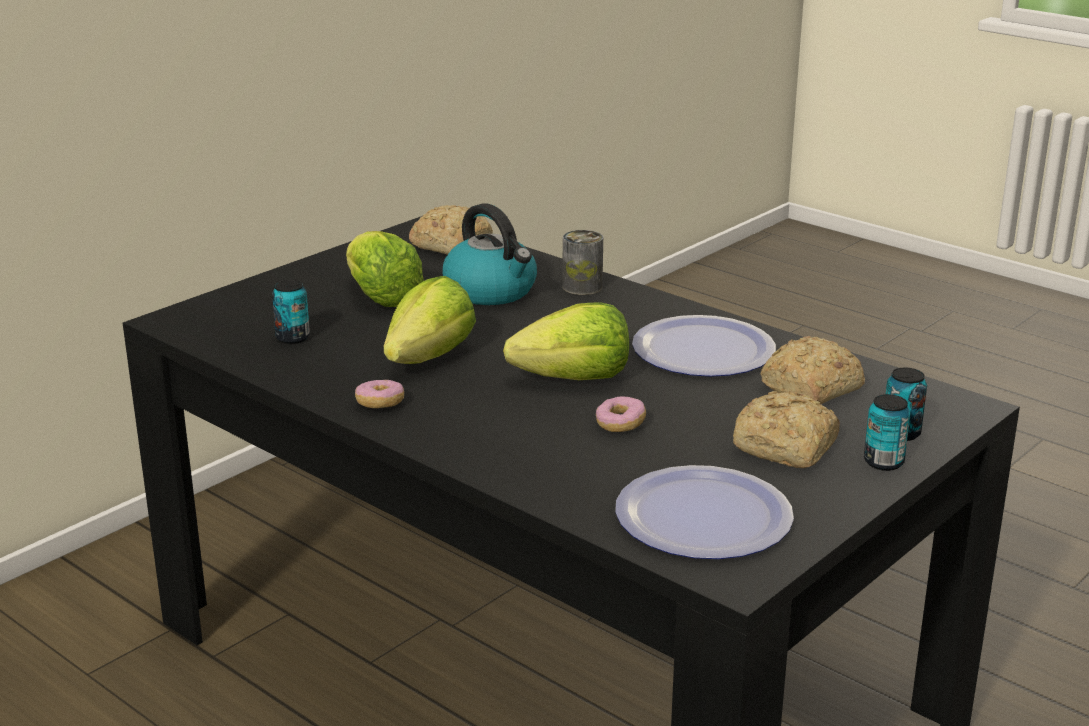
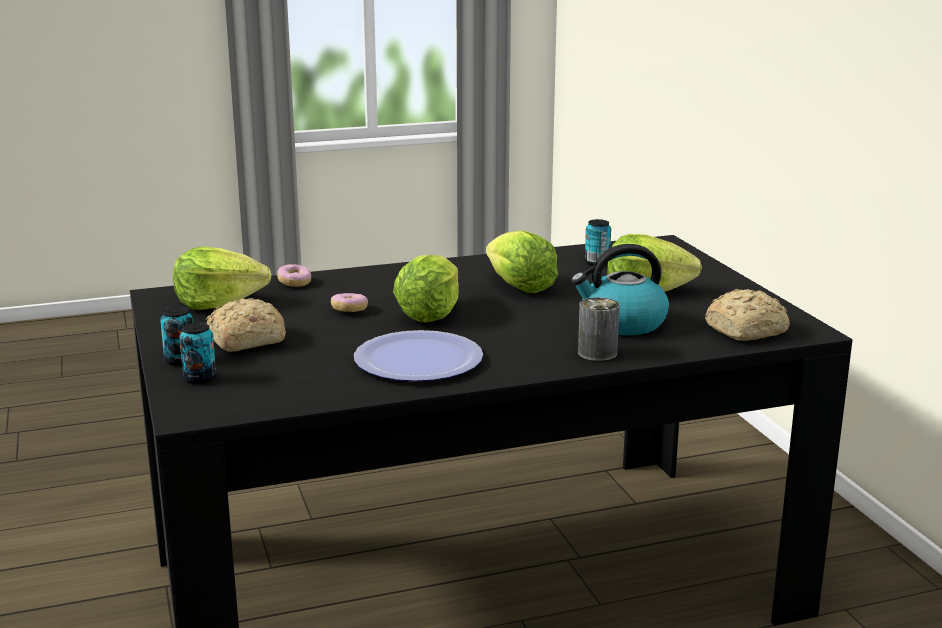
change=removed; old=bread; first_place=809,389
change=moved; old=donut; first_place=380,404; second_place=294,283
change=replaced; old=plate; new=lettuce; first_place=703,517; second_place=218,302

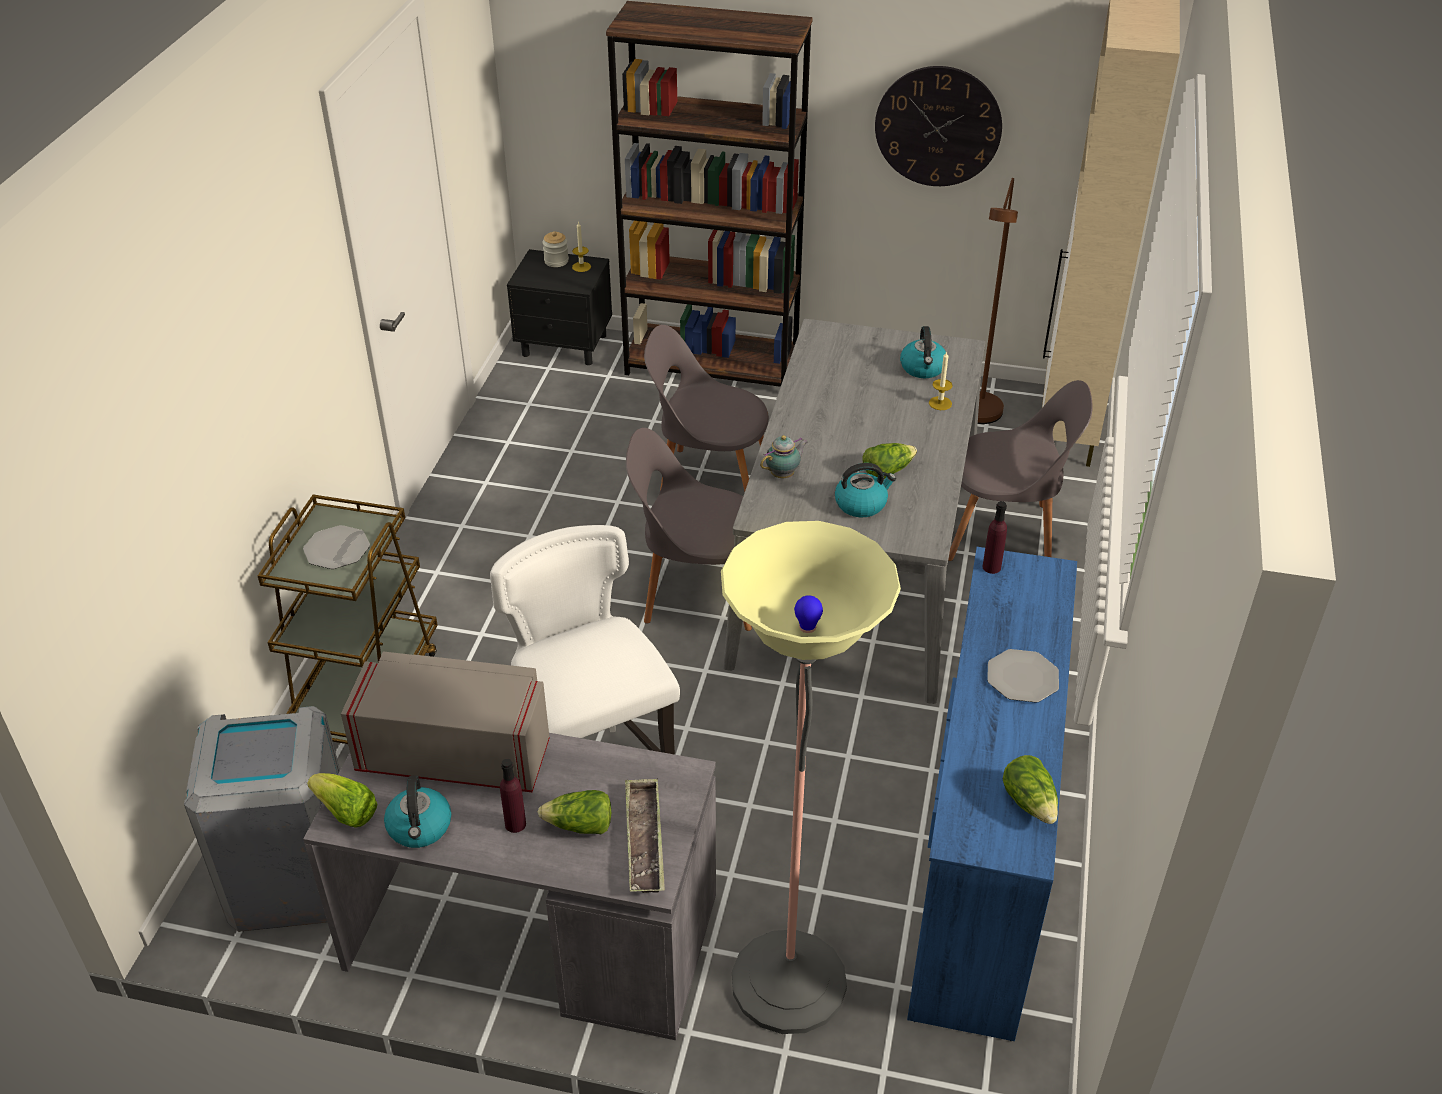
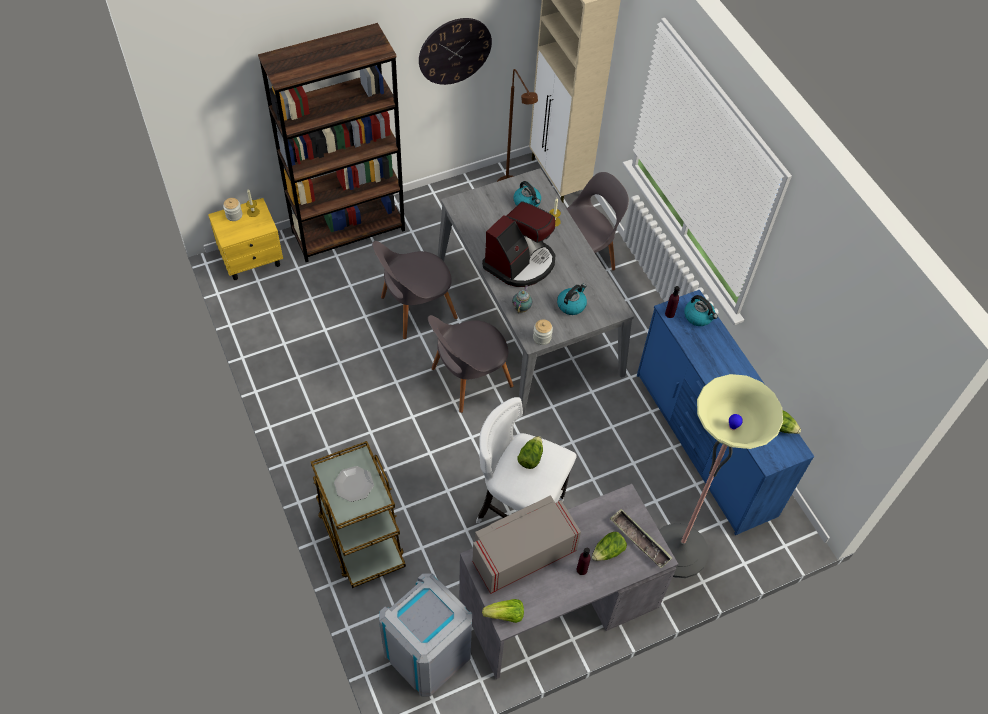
change=removed; old=plate; first_place=1022,677
change=added; new=coffee machine; second_place=520,262
change=added; new=jar; second_place=542,337
change=moved; old=kettle; first_place=420,828; second_place=699,316
change=moved; old=lettuce; first_place=887,471; second_place=530,457
change=recoloured; old=black nightstand; new=yellow nightstand; first_place=565,345; second_place=252,259

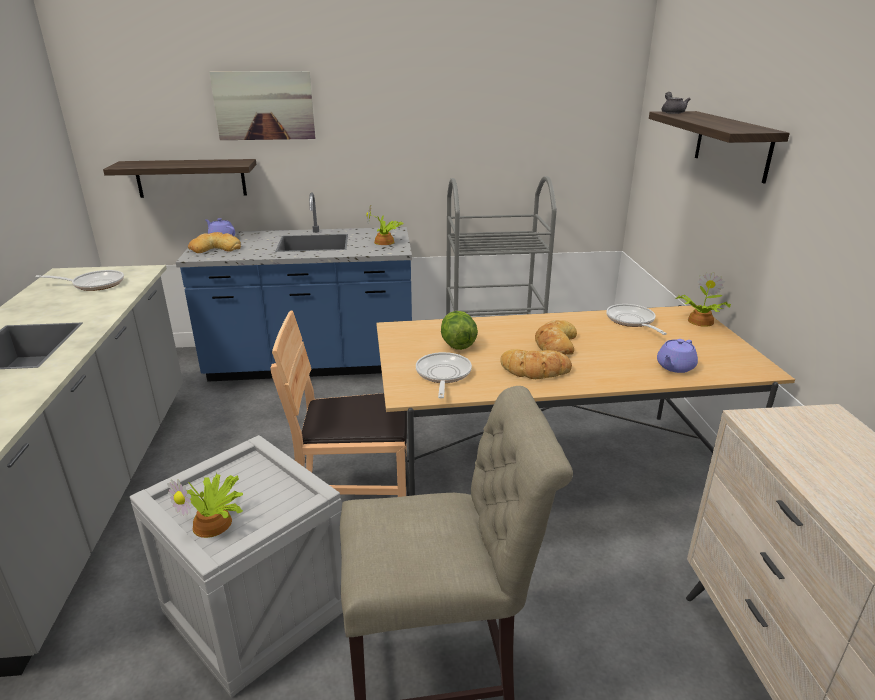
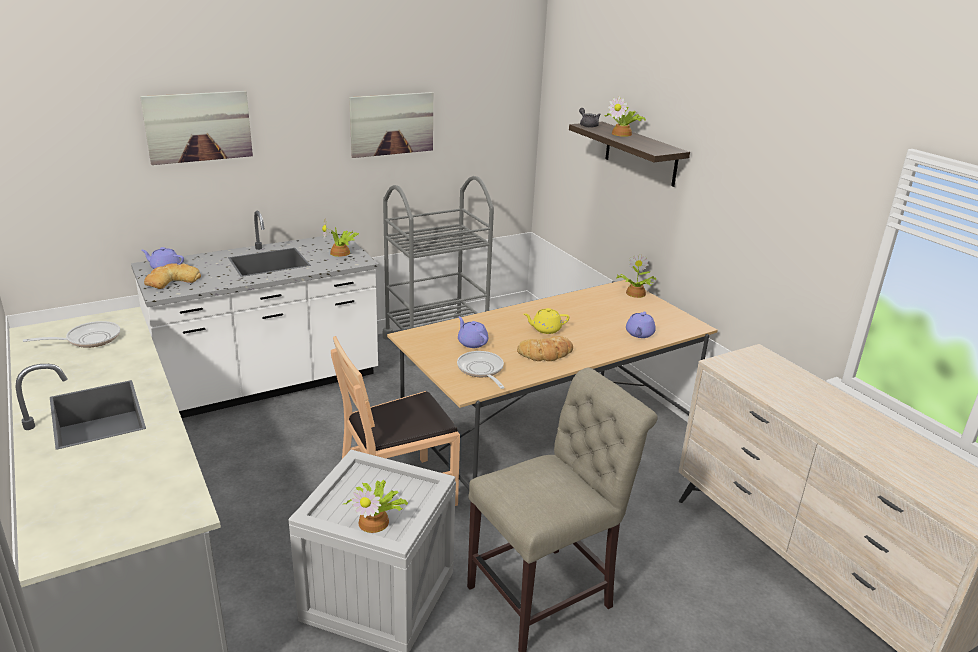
change=removed; old=shelf; first_place=191,178
change=removed; old=frying pan; first_place=632,321
change=added; new=picture; second_place=392,124
change=added; new=potted plant; second_place=623,134
change=replaced; old=lettuce; new=purple teapot; first_place=457,344; second_place=472,342
change=replaced; old=bread; new=yellow teapot; first_place=555,344; second_place=545,329
change=recoloured; old=blue counter; new=white counter; first_place=313,364; second_place=268,383

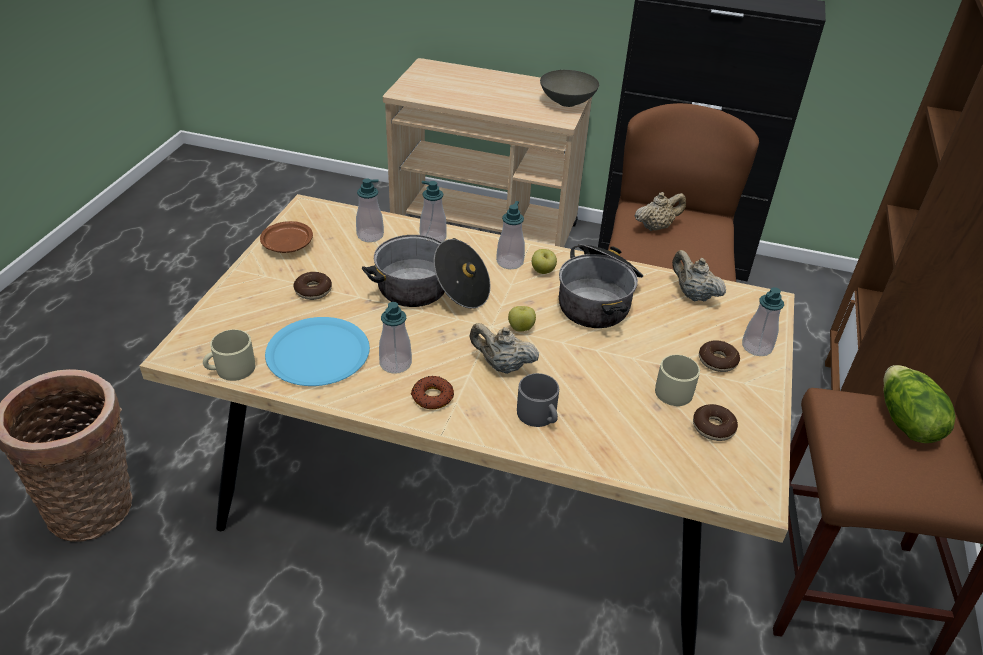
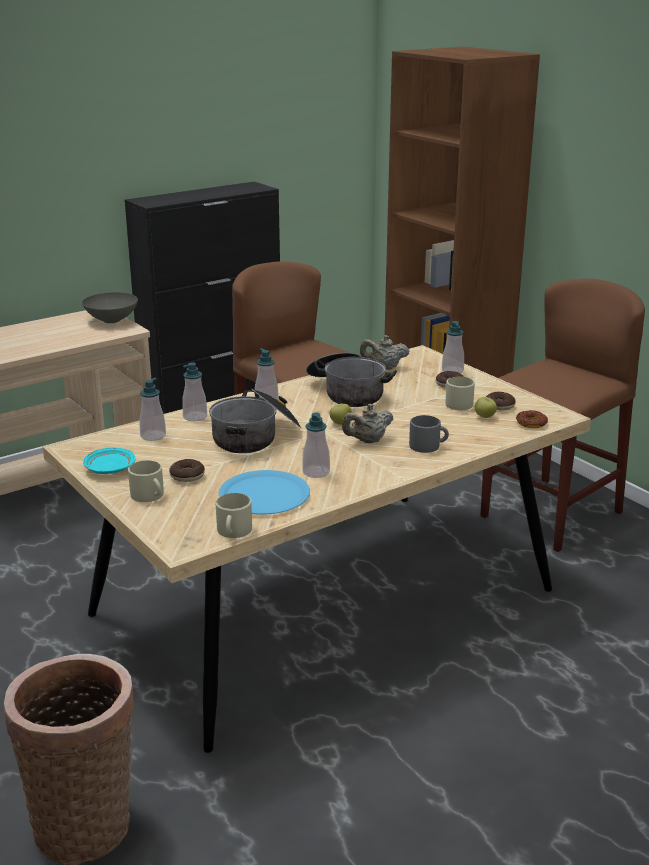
change=removed; old=beige teapot; first_place=656,227
change=removed; old=lettuce; first_place=905,422
change=added; new=beige mug; second_place=149,496
change=moved; old=donut; first_place=432,397; second_place=531,423
change=moved; old=apple; first_place=543,271; second_place=485,417
change=recoloured; old=brown plate; new=turquoise plate; first_place=287,245; second_place=109,469

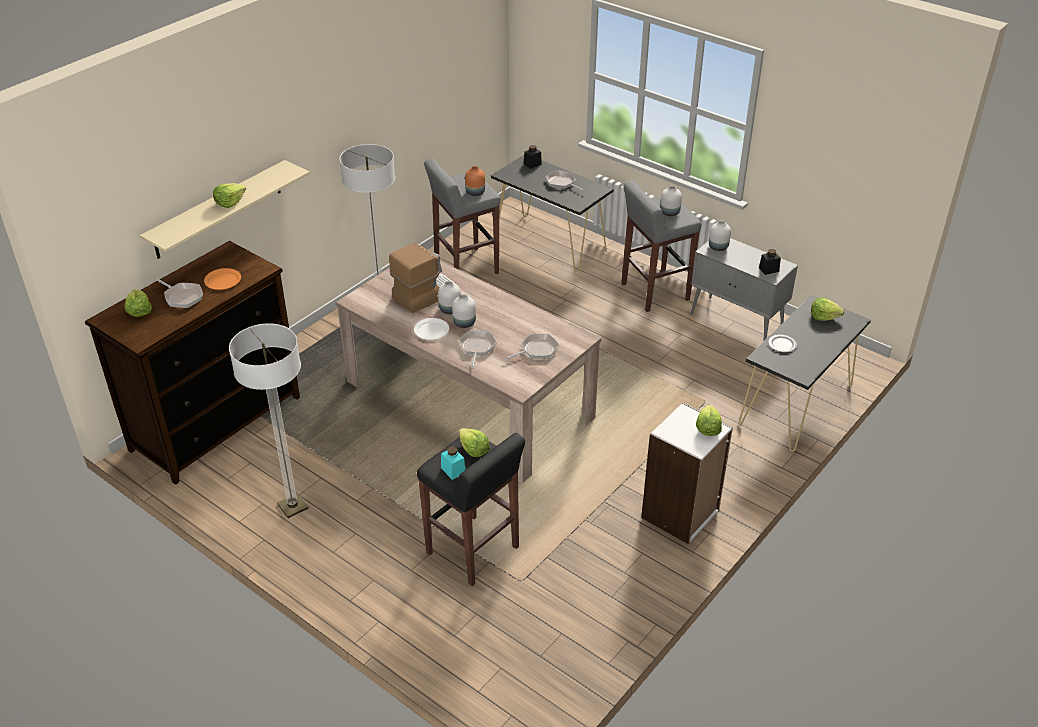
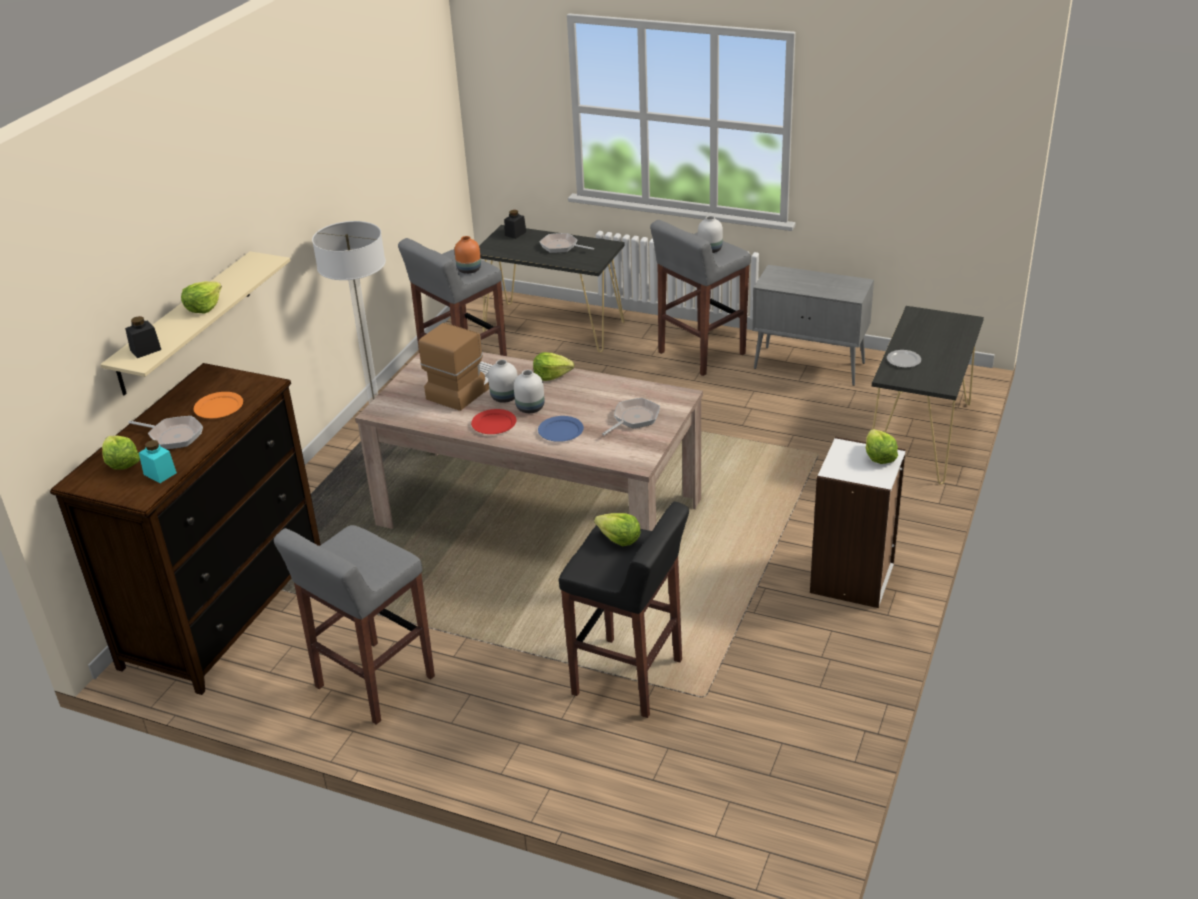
change=removed; old=white vase; first_place=717,247
change=moved; old=turquoise jar; first_place=453,470; second_place=160,473
change=moved; old=black jar; first_place=768,269; second_place=145,350
change=moved; old=lettuce; first_place=824,316; second_place=552,375
change=replaced; old=floor lamp; new=grey stool; first_place=293,506; second_place=373,683
change=replaced; old=frying pan; new=blue plate; first_place=477,348; second_place=560,431
change=recoloured; old=white plate; new=red plate; first_place=431,330; second_place=494,424

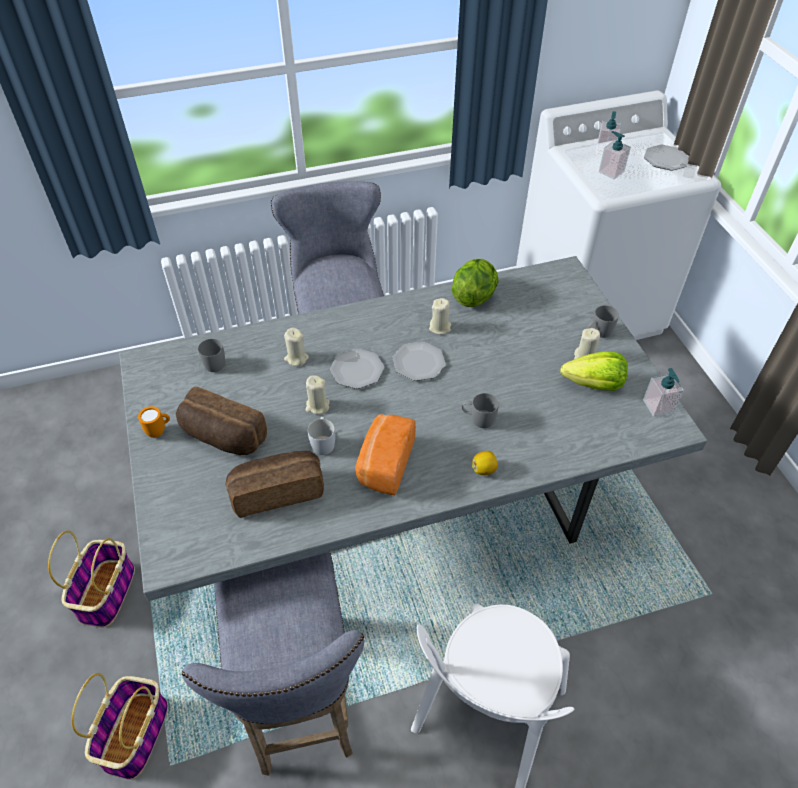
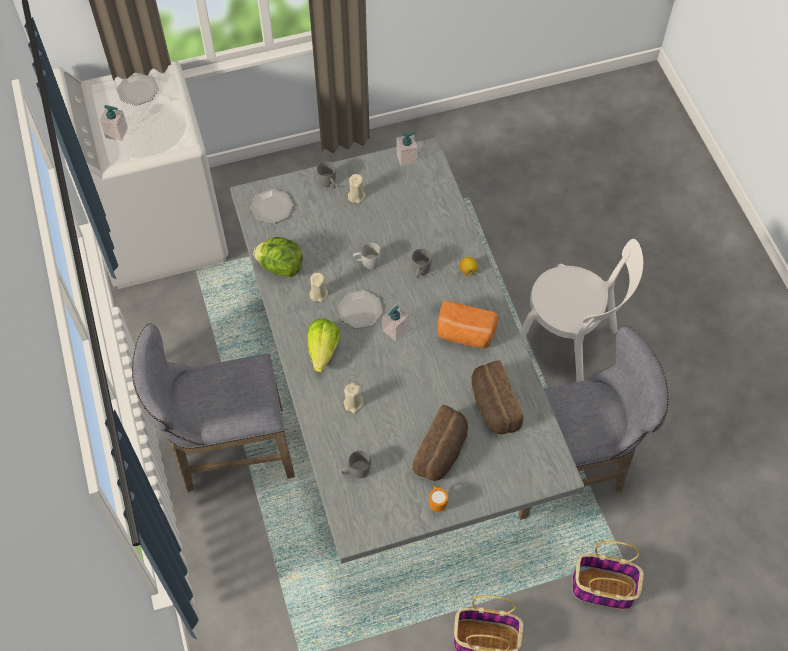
change=removed; old=beige candle; first_place=317,406
change=moved; old=white mug; first_place=323,442; second_place=367,262
change=moved; old=plate; first_place=357,370; second_place=271,207
change=moved; old=lettuce; first_place=594,384; second_place=323,351
change=moved; old=soap dispenser; first_place=611,172; second_place=395,330

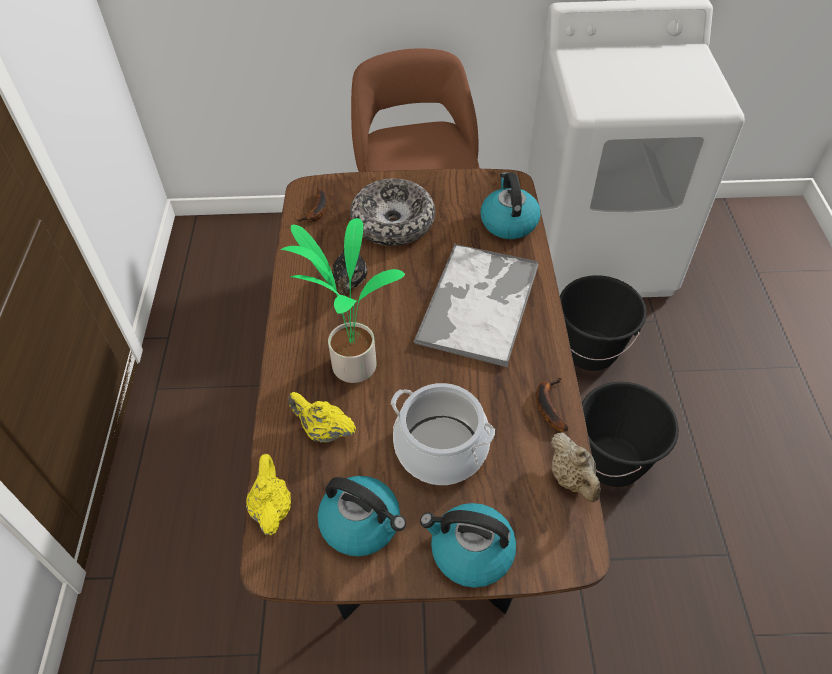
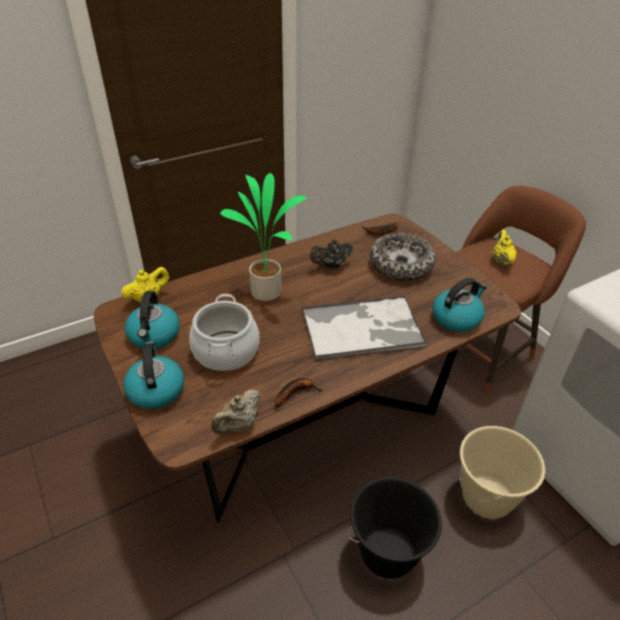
change=moved; old=yellow teapot; first_place=323,431; second_place=501,260
change=recoloured; old=black bucket; new=beige bucket; first_place=590,351; second_place=487,497

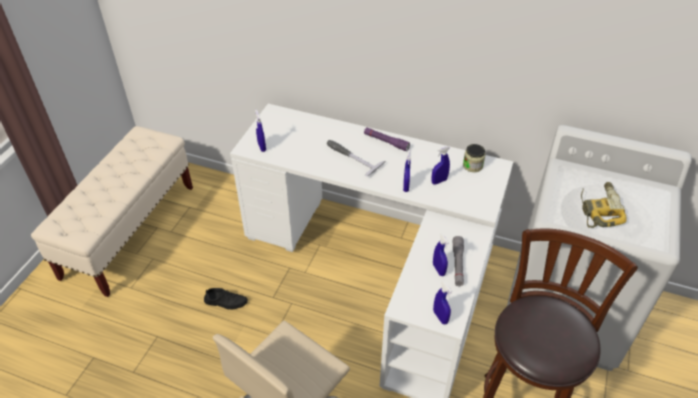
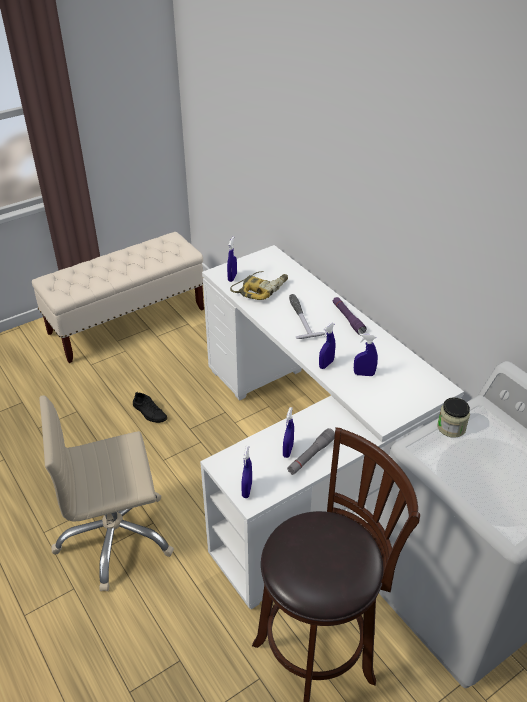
change=moved; old=jar; first_place=472,166; second_place=451,427
change=moved; old=power drill; first_place=598,209; second_place=260,289

